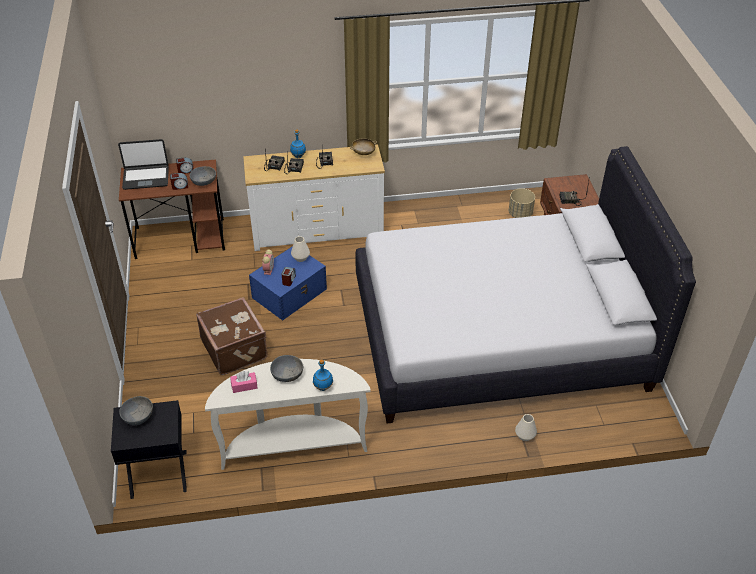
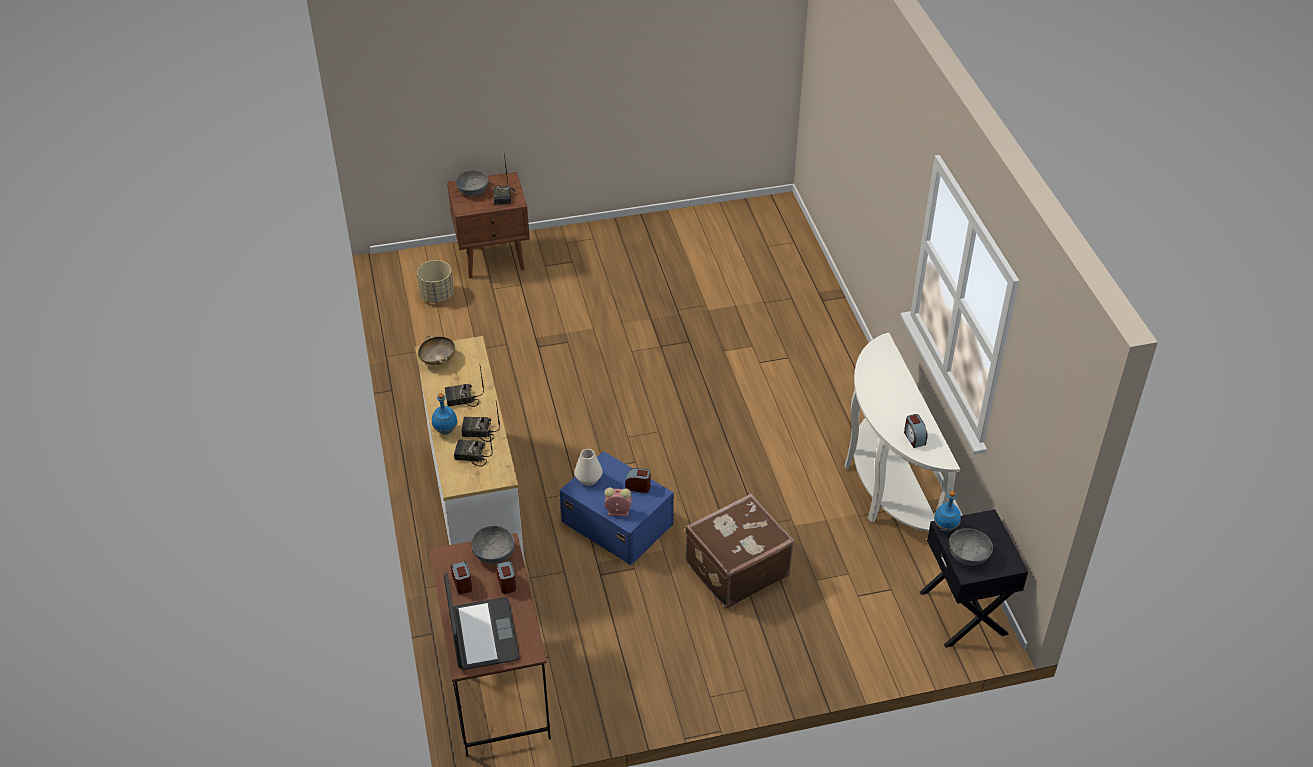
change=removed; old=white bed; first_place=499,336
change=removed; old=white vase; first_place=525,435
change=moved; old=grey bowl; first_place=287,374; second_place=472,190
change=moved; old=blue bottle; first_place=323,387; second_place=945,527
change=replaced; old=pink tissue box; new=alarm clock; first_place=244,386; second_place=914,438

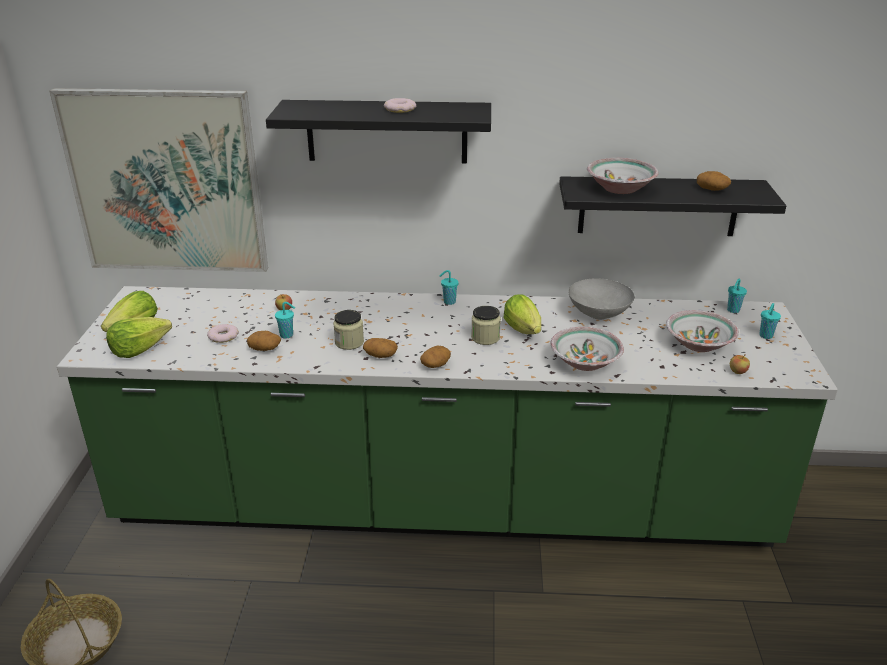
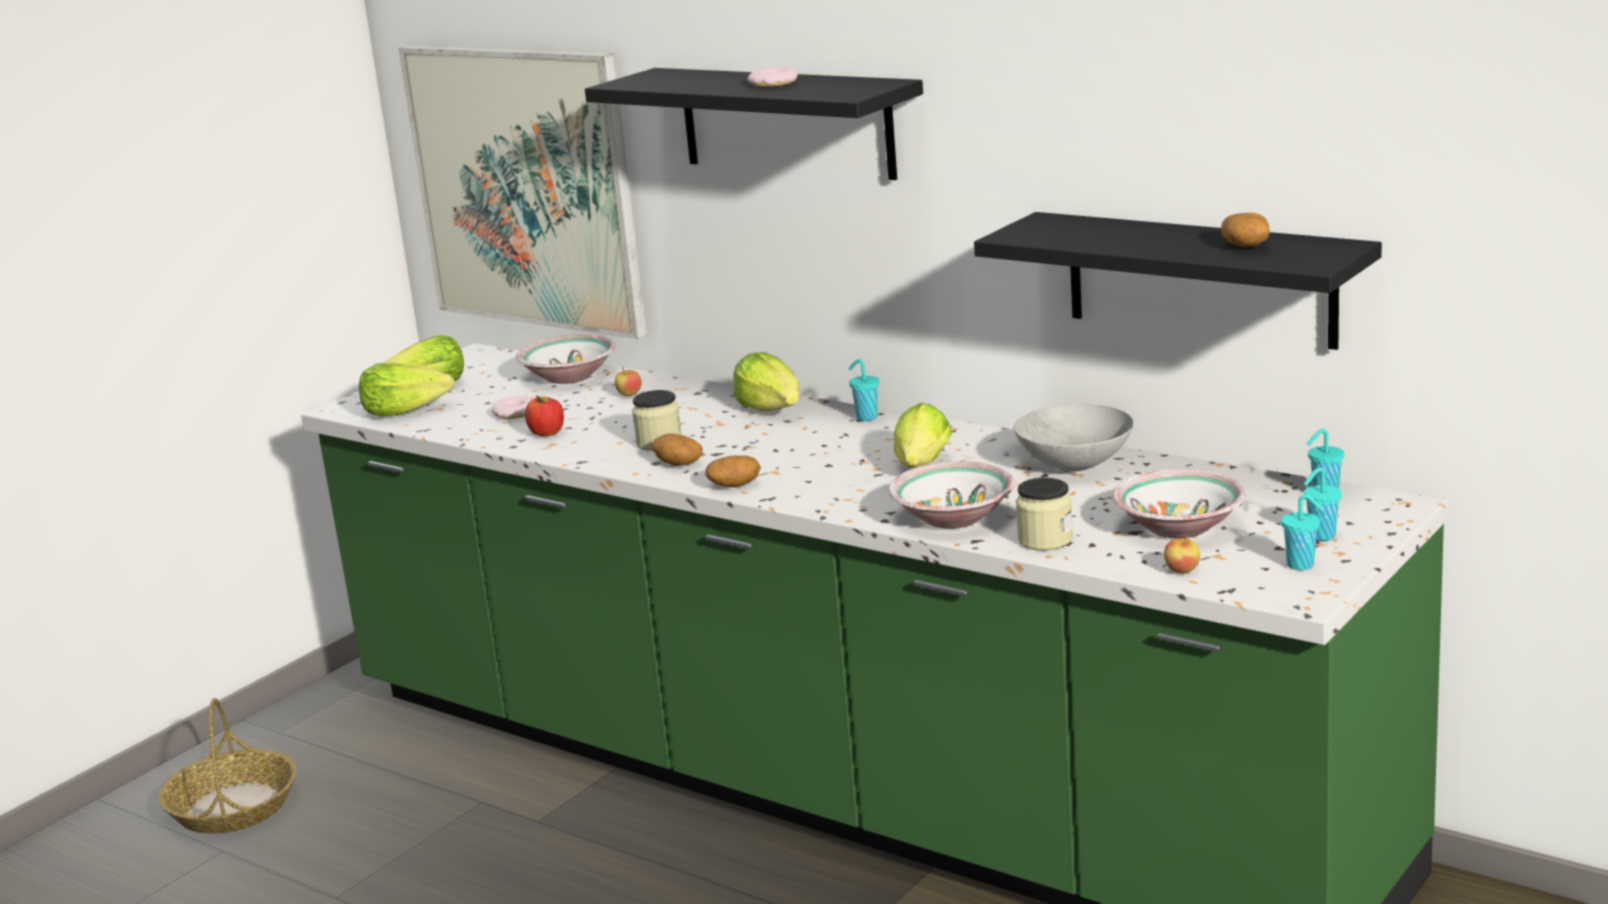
change=added; new=lettuce; second_place=772,409
change=moved; old=turquoise cup; first_place=287,335; second_place=1302,565
change=moved; old=jar; first_place=485,338; second_place=1045,540
change=moved; old=bowl; first_place=620,188; second_place=569,376
change=replaced; old=potato; new=apple; first_place=265,348; second_place=547,433

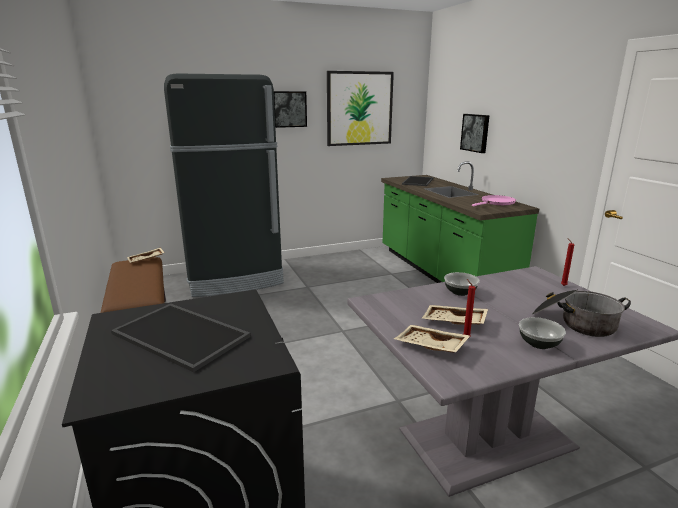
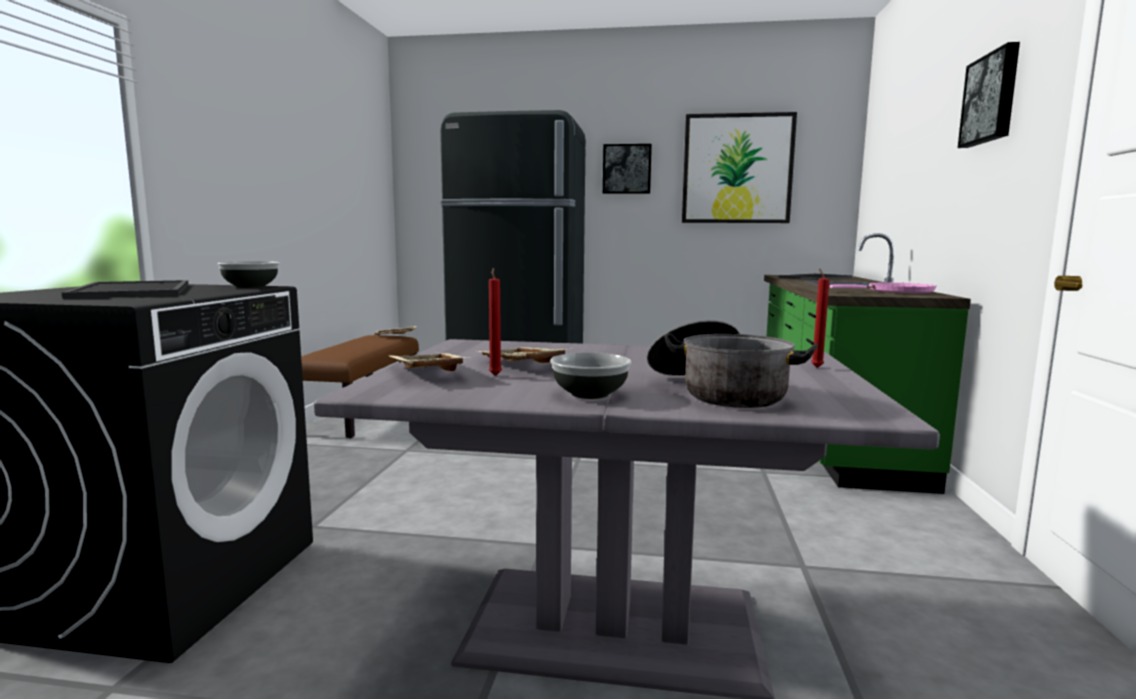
change=moved; old=bowl; first_place=460,292; second_place=250,287
change=moved; old=picture; first_place=475,133; second_place=991,98

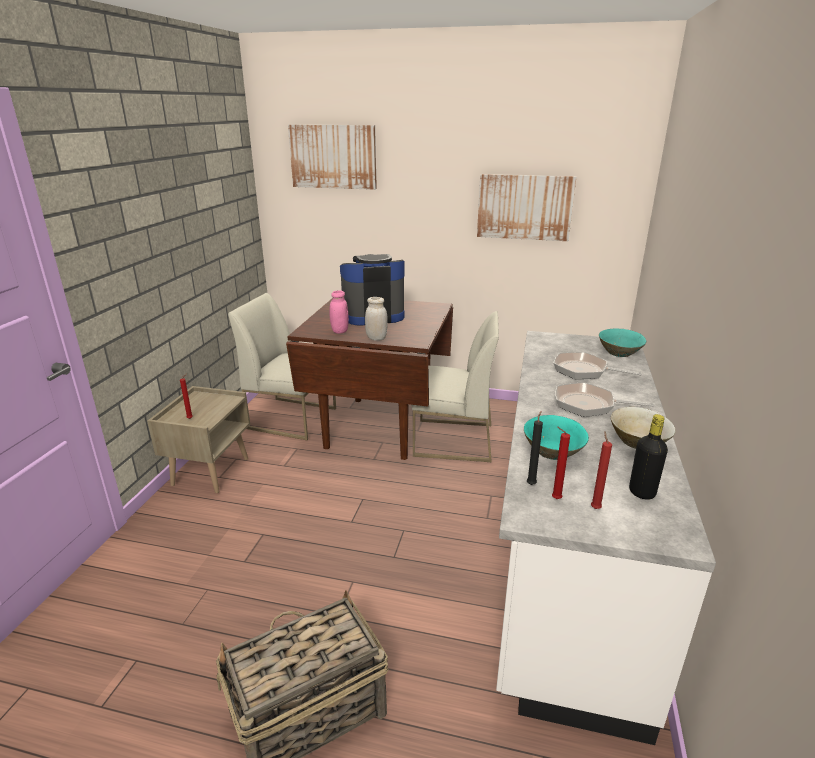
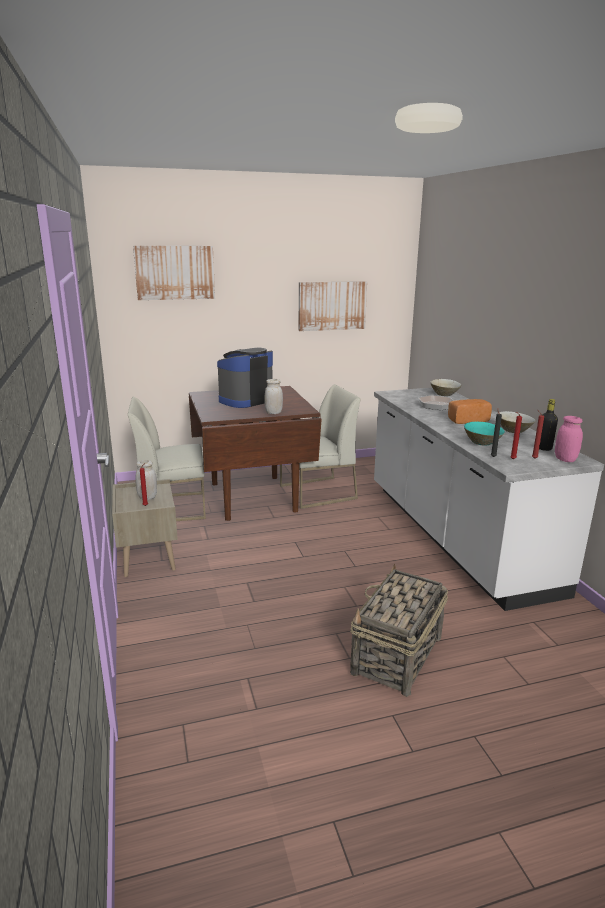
change=added; new=white jar; second_place=147,497
change=moved; old=pink jar; first_place=339,331; second_place=565,459
change=replaced; old=frying pan; new=bread; first_place=589,405; second_place=466,420
change=recoloured; old=turquoise bowl; new=beige bowl; first_place=619,353; second_place=444,394

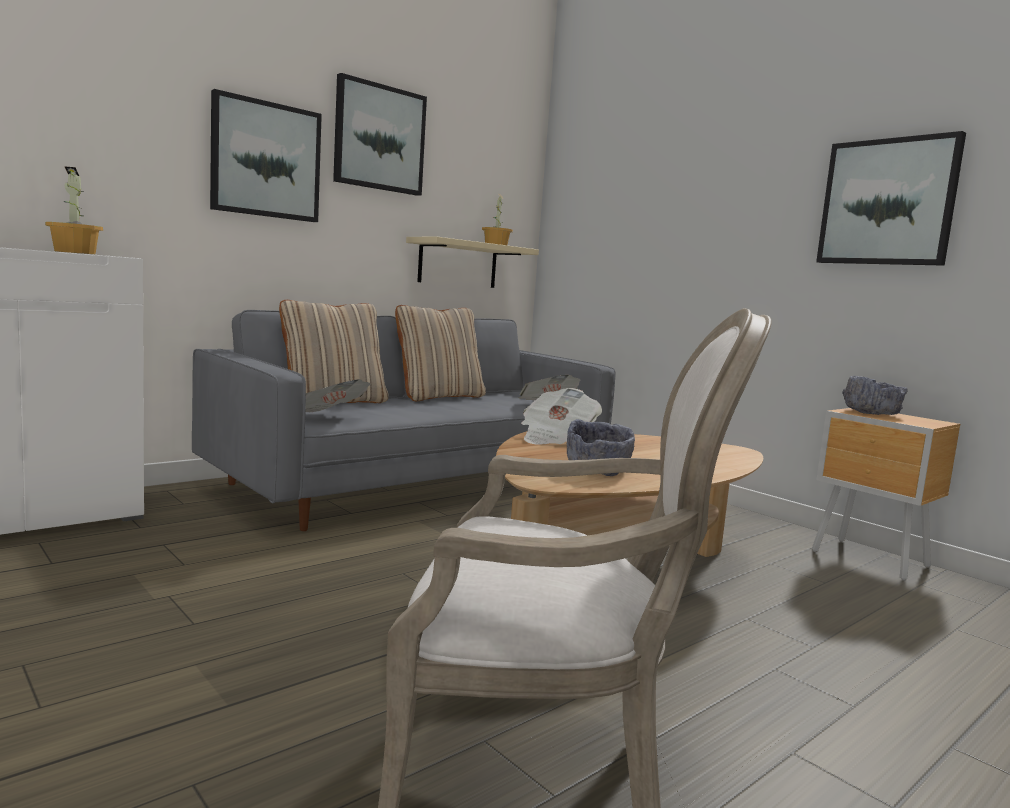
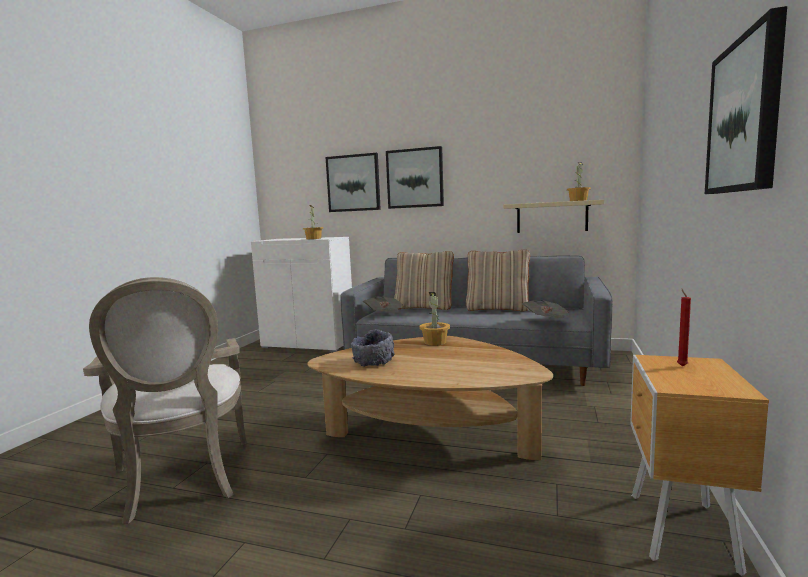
change=moved; old=picture; first_place=379,138; second_place=353,183
change=replaced; old=newspaper; new=potted plant; first_place=556,439; second_place=435,342
change=replaced; old=grey bowl; new=red candle; first_place=871,413; second_place=681,366

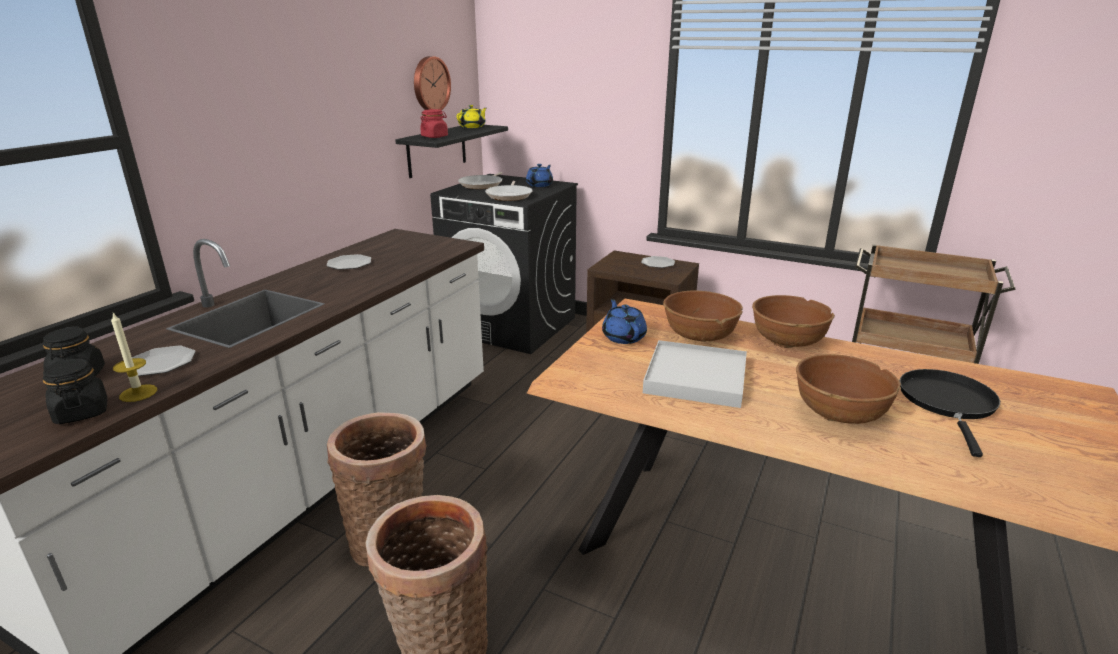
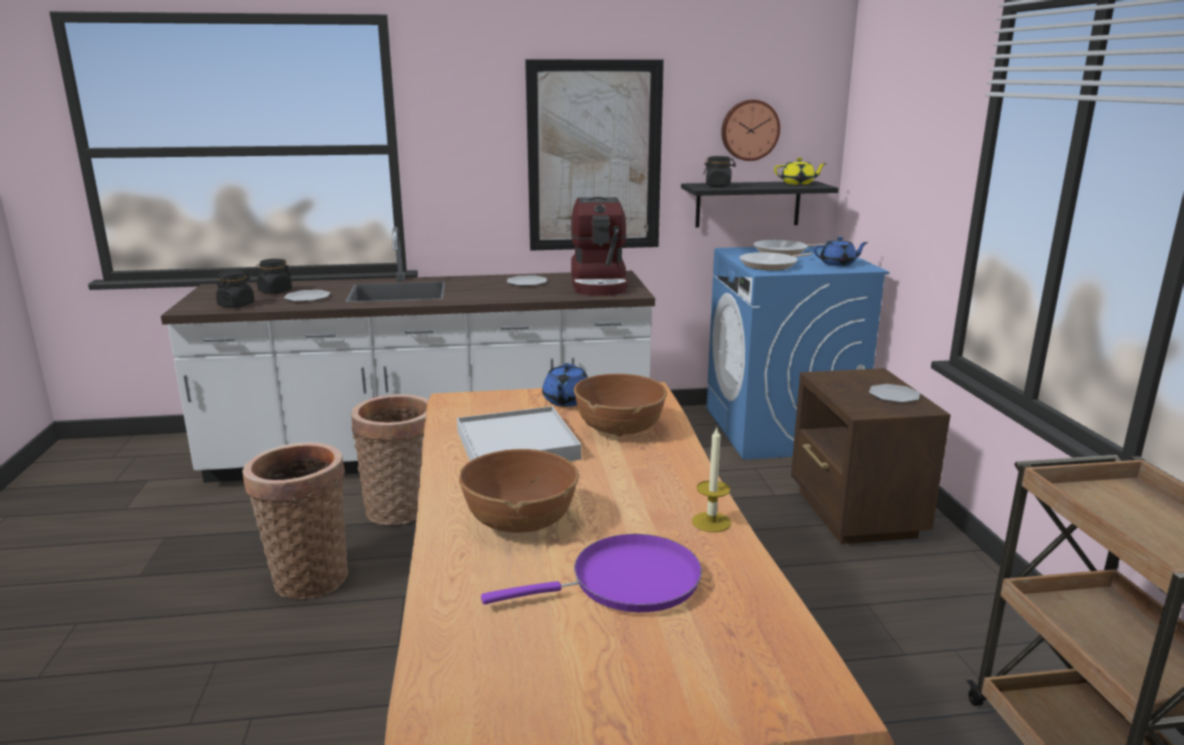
change=removed; old=brown bowl; first_place=787,341
change=added; new=picture; second_place=594,157
change=added; new=coffee machine; second_place=599,284
change=moved; old=candle; first_place=138,393; second_place=711,522
change=recoloured; old=red jar; new=black jar; first_place=434,137; second_place=718,186
change=recoloured; old=black washing machine; new=blue washing machine; first_place=511,325; second_place=780,430
change=recoloured; old=black frying pan; new=purple frying pan; first_place=948,403; second_place=626,582
change=turned; old=blue teapot; first_place=623,337; second_place=566,401; degrees=150

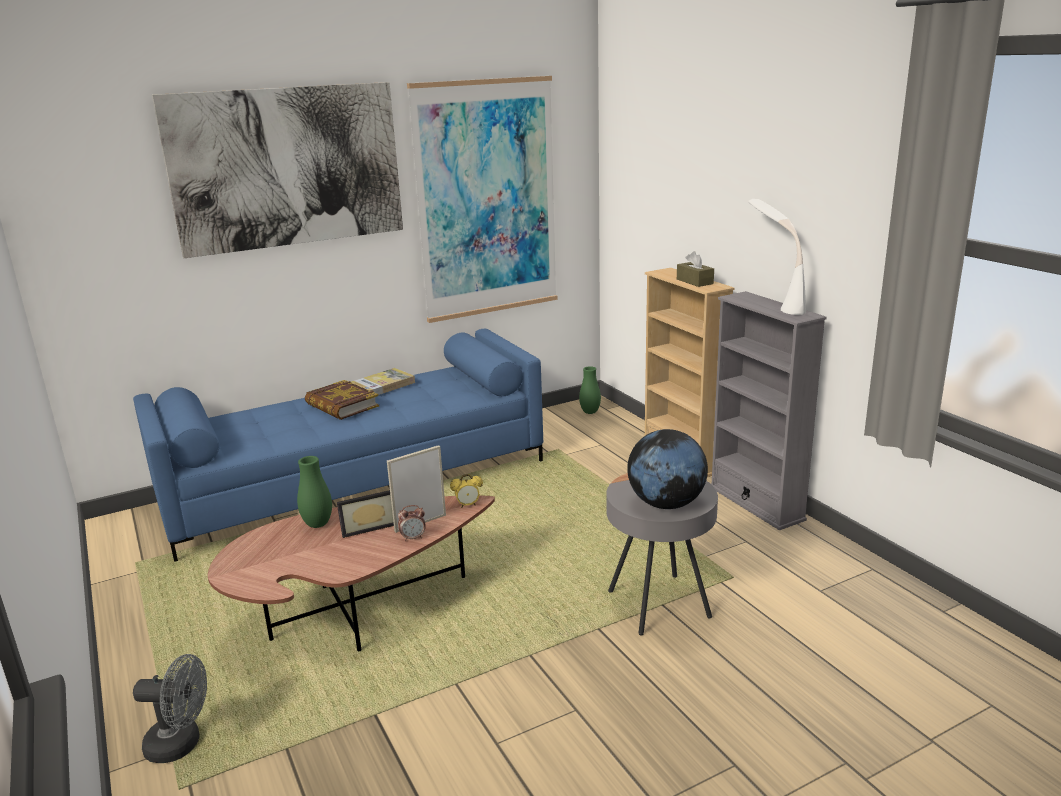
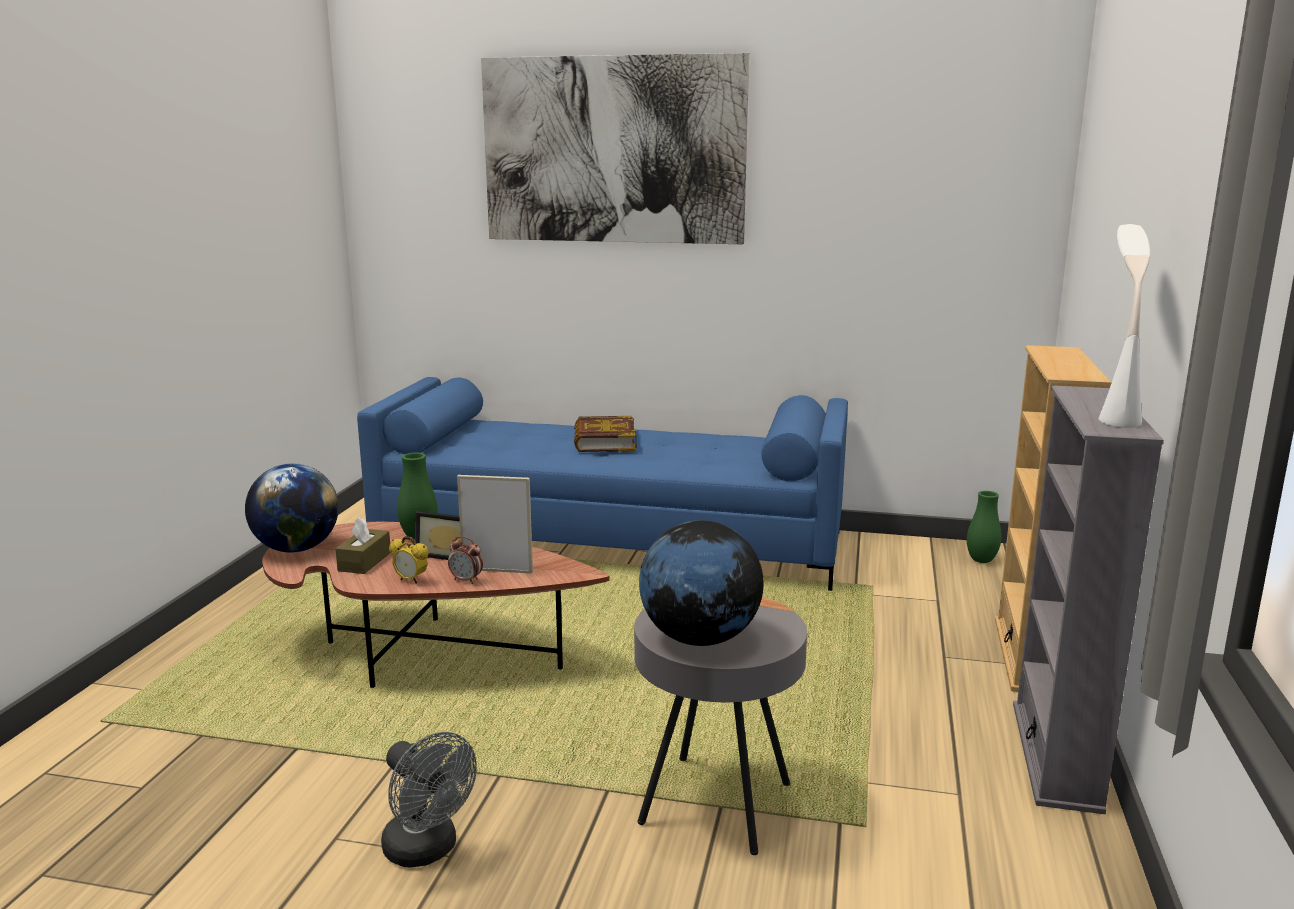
change=removed; old=book; first_place=383,385
change=removed; old=picture; first_place=487,200
change=added; new=globe; second_place=296,549
change=moved; old=grey fan; first_place=181,744; second_place=427,851
change=moved; old=alarm clock; first_place=468,505; second_place=411,580
change=moved; old=brown tissue box; first_place=694,281; second_place=364,562

